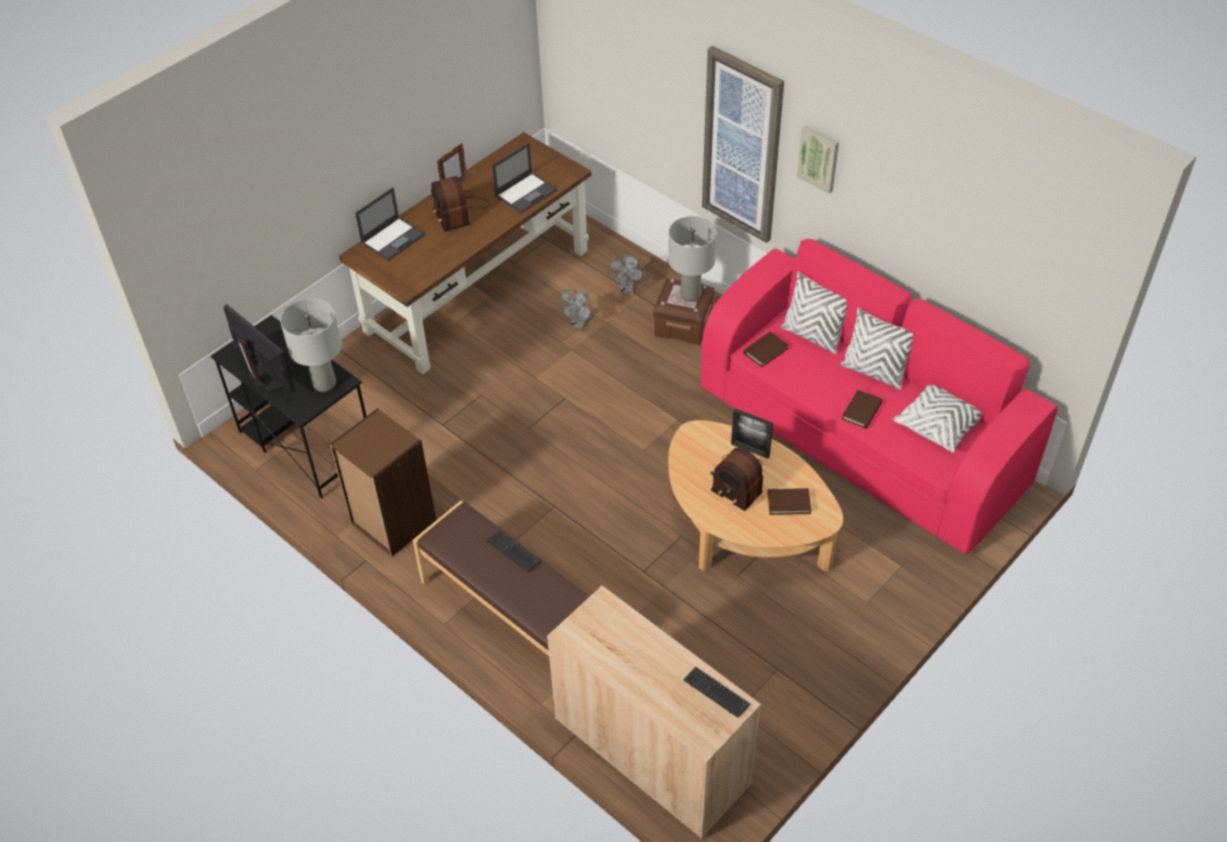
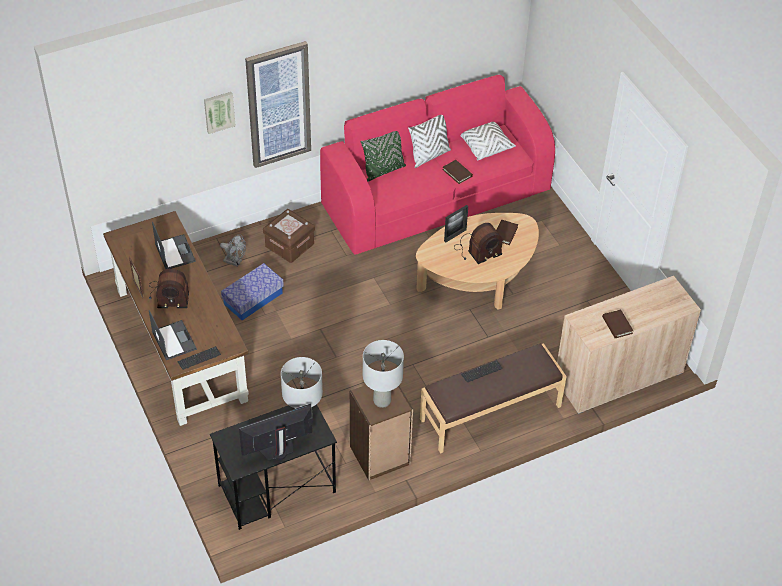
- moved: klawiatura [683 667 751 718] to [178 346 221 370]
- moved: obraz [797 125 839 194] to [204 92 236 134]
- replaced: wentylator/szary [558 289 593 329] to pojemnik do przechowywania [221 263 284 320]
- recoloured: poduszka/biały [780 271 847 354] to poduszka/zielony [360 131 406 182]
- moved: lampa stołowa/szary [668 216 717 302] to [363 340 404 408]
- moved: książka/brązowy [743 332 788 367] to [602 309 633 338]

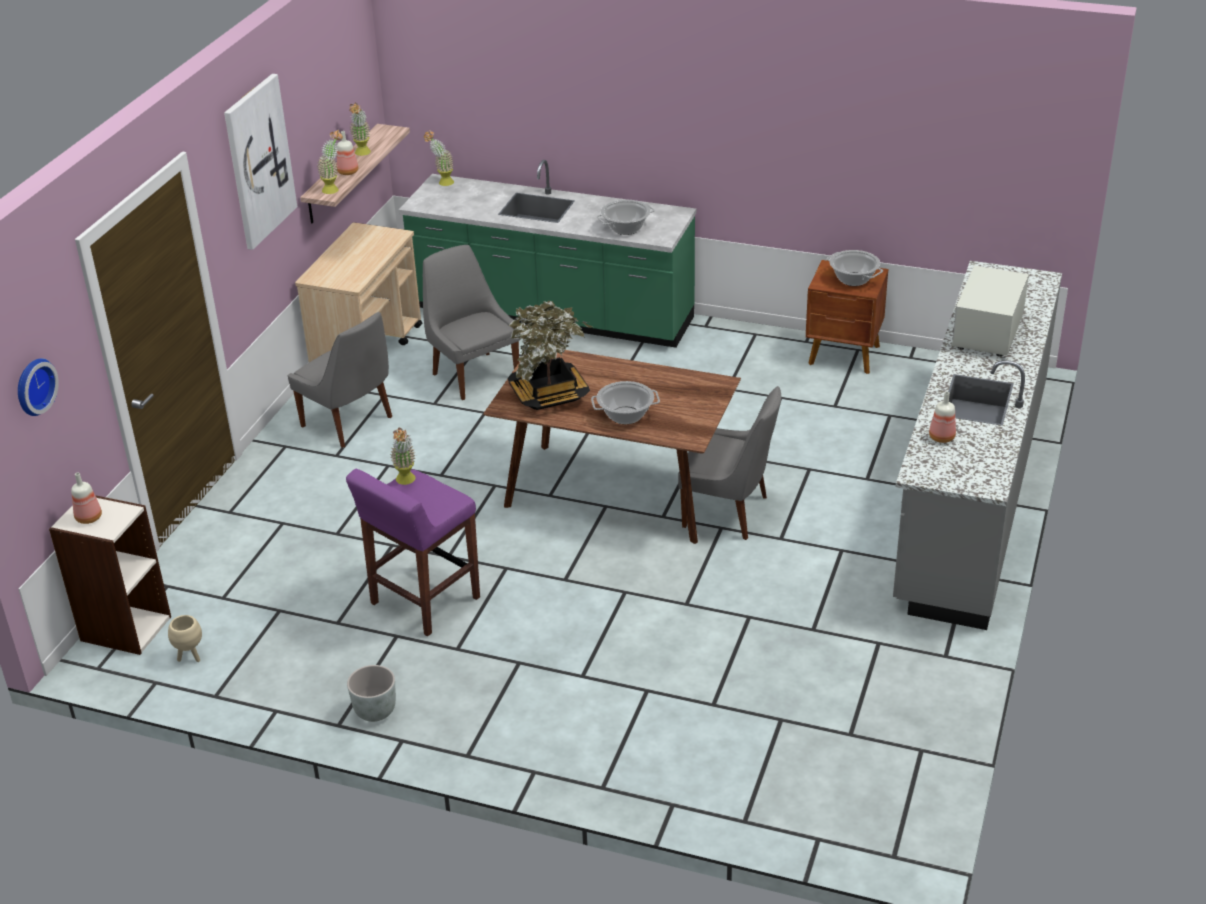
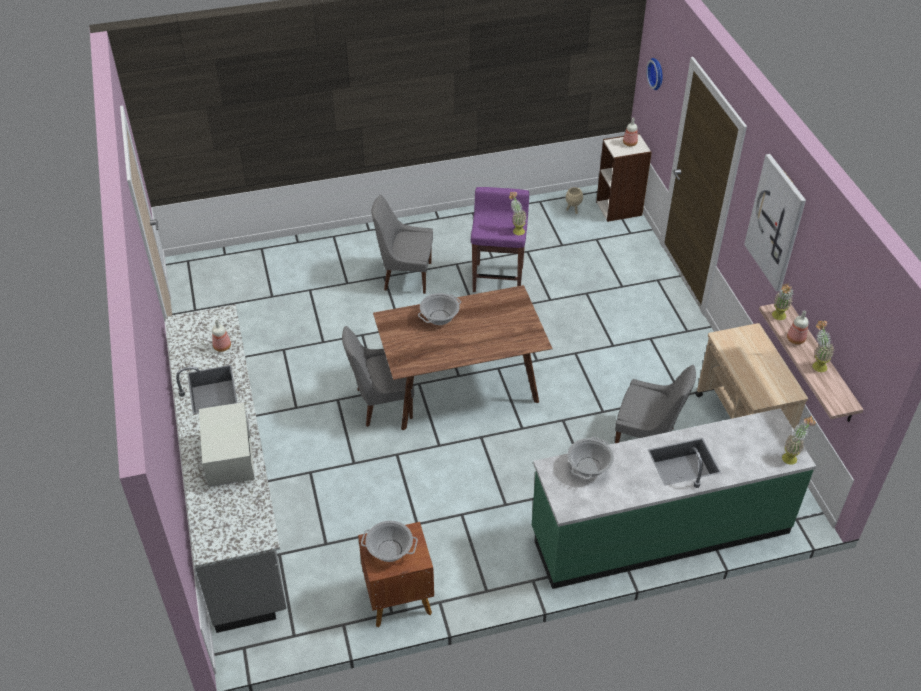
- moved: krzesło/szary [288 312 392 448] to [371 195 433 294]
- removed: donica/szary [347 665 396 722]
- removed: roślina doniczkowa [508 301 592 410]

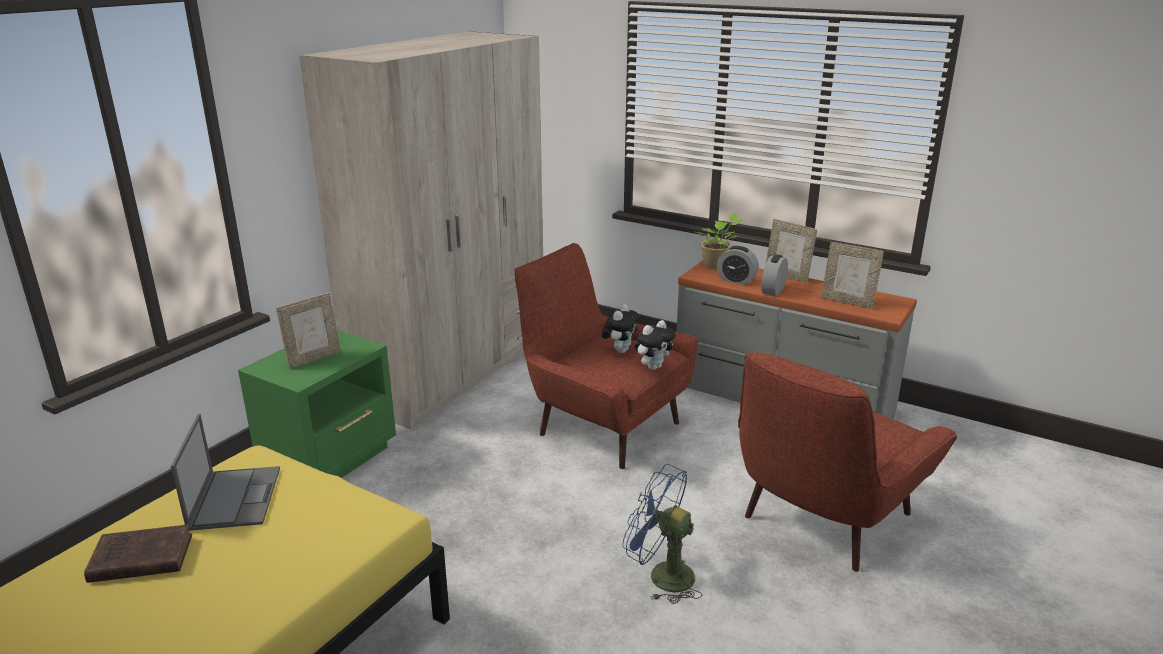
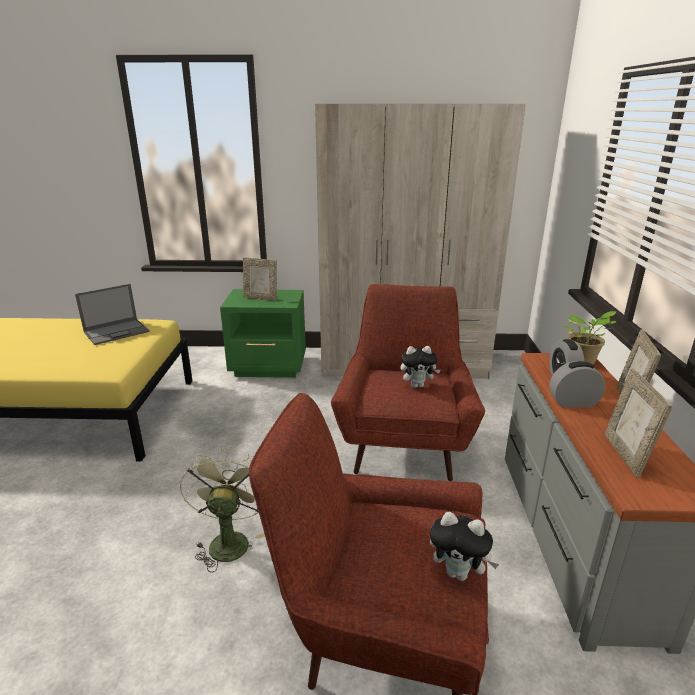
- recoloured: wentylator/niebieski [622 464 702 604] to wentylator/zielony [180 449 265 572]
- moved: pluszak [634 320 676 370] to [430 512 499 581]
- removed: książka/brązowy [84 524 192 583]

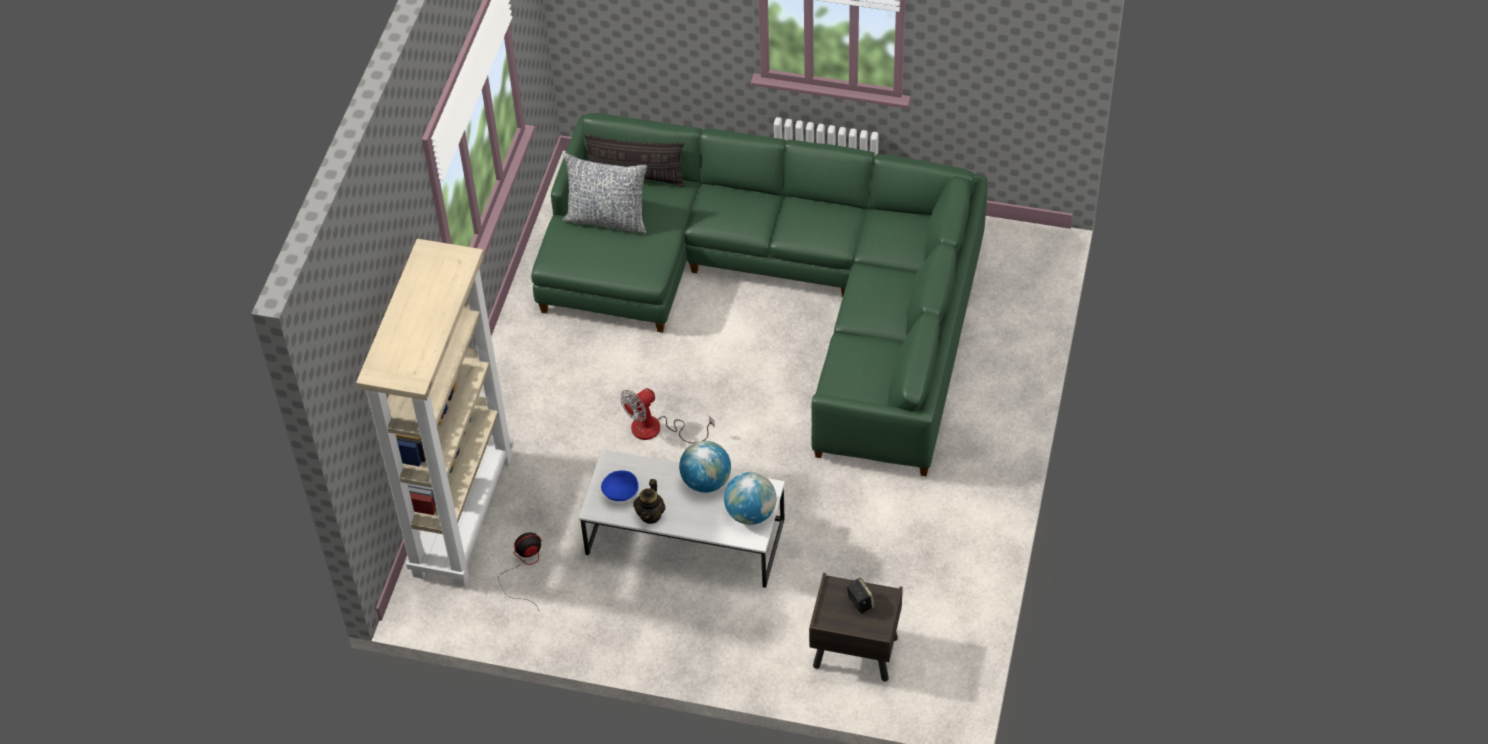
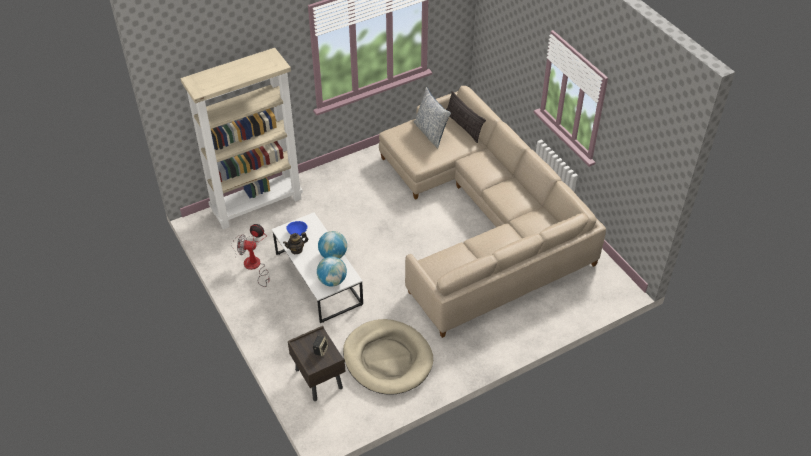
- moved: wentylator [620 388 715 443] to [237 234 270 287]
- added: legowisko/beżowy [343 319 433 395]
- recoloured: kanapa/zielony [531 113 988 476] to kanapa/beżowy [379 86 606 338]

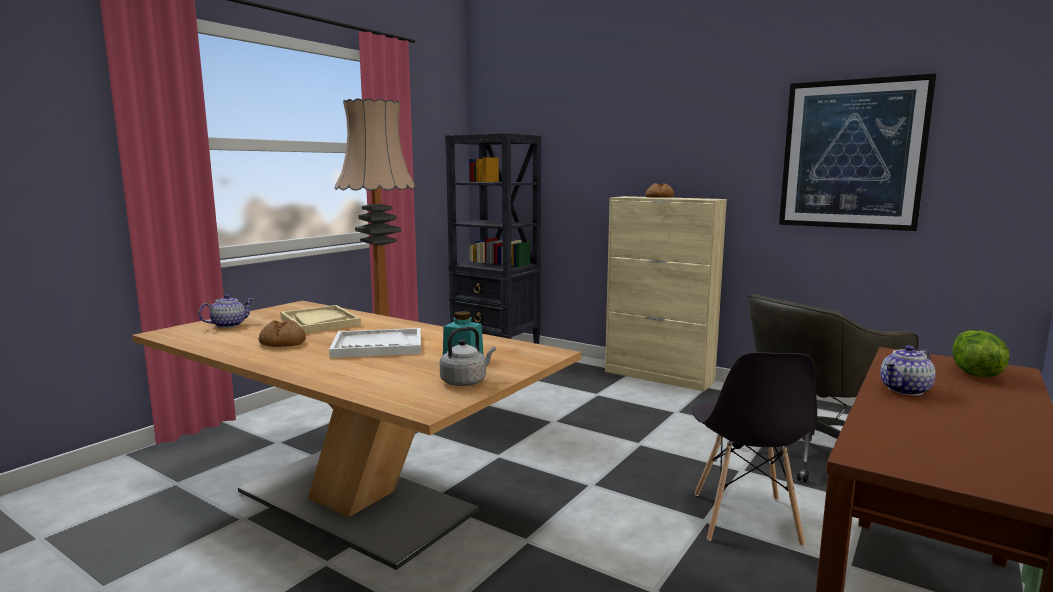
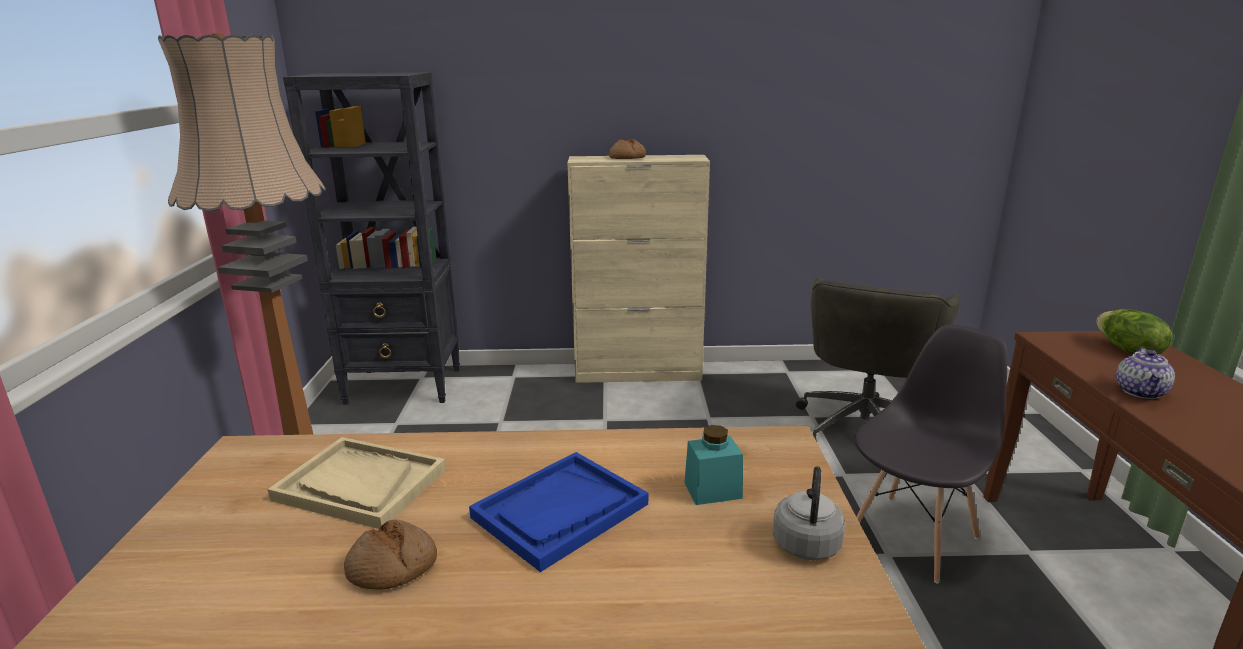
- recoloured: taca/biały [329 328 421 358] to taca/niebieski [469 452 648 572]
- turned: krzesło/szary [692 352 817 546] = [854 324 1007 583] 105 degrees counterclockwise
- removed: imbryk [198 294 254 328]
- removed: obraz [779 73 936 231]

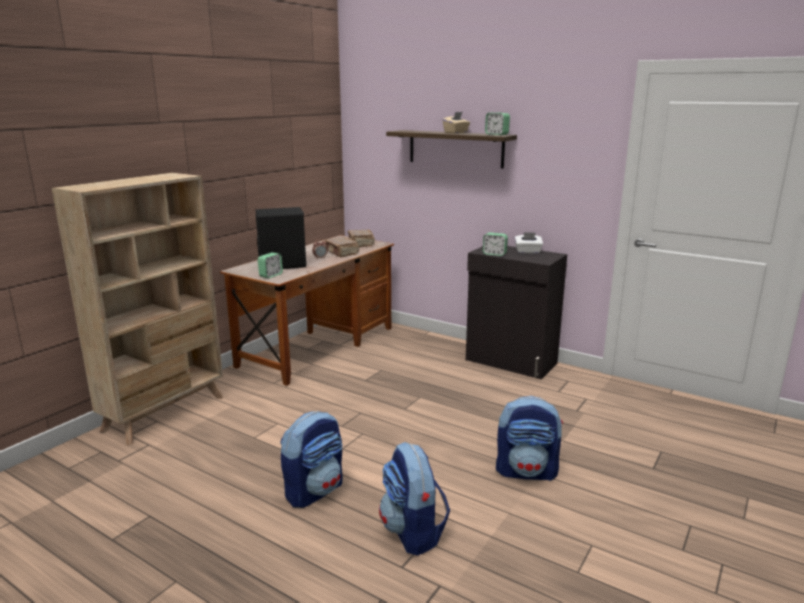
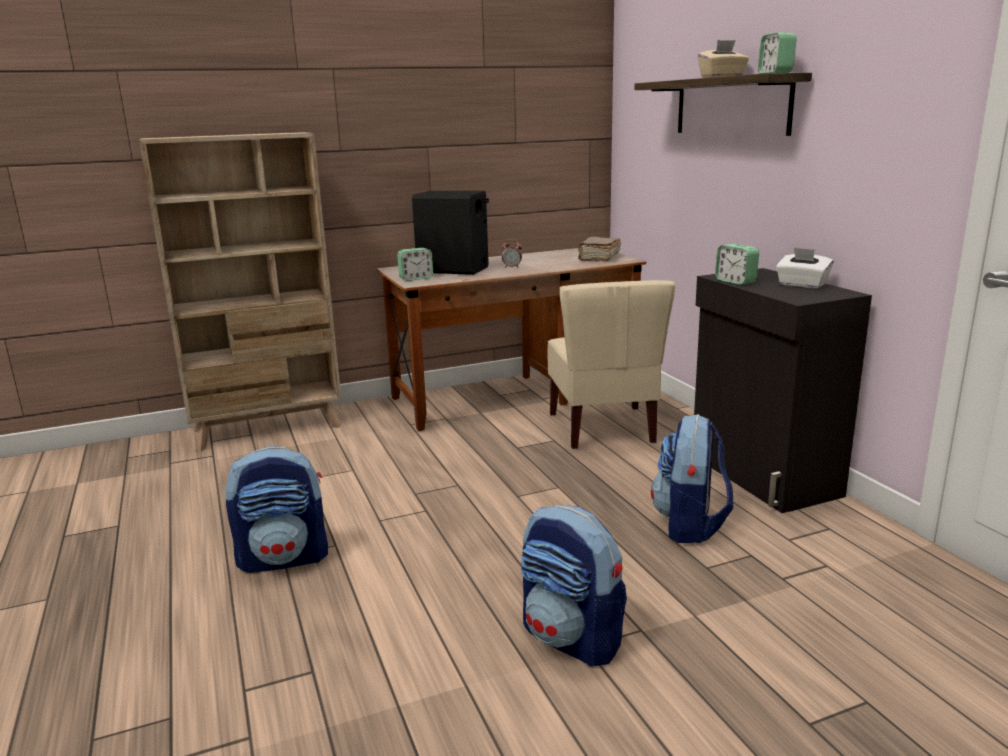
- added: krzesło/beżowy [548 280 676 449]
- moved: plecak [379 442 450 556] to [651 414 733 543]
- removed: książka/brązowy [325 237 360 257]

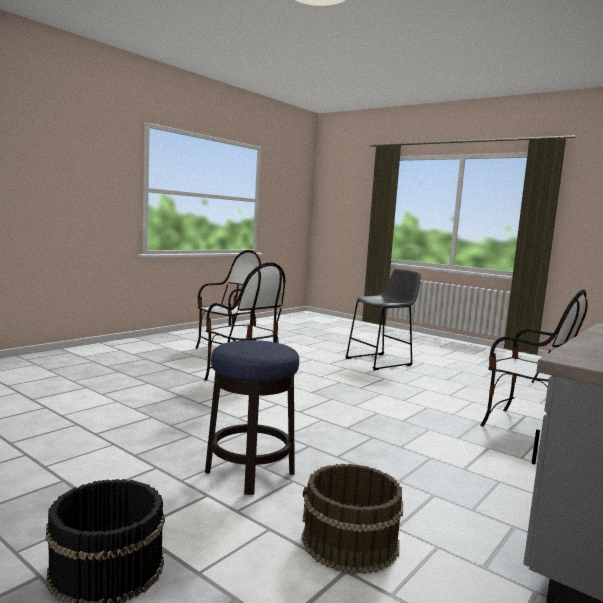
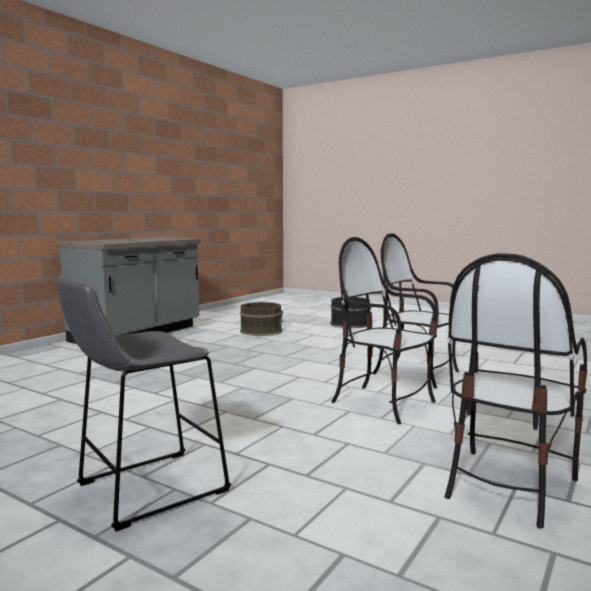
- moved: krzesło [480 289 588 426] to [373 233 459 388]
- removed: stołek [205 340 299 495]

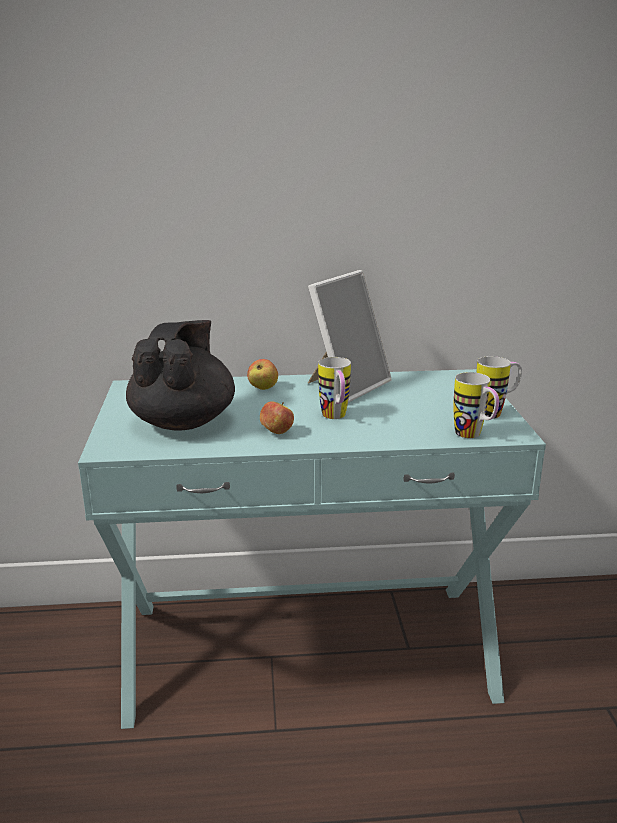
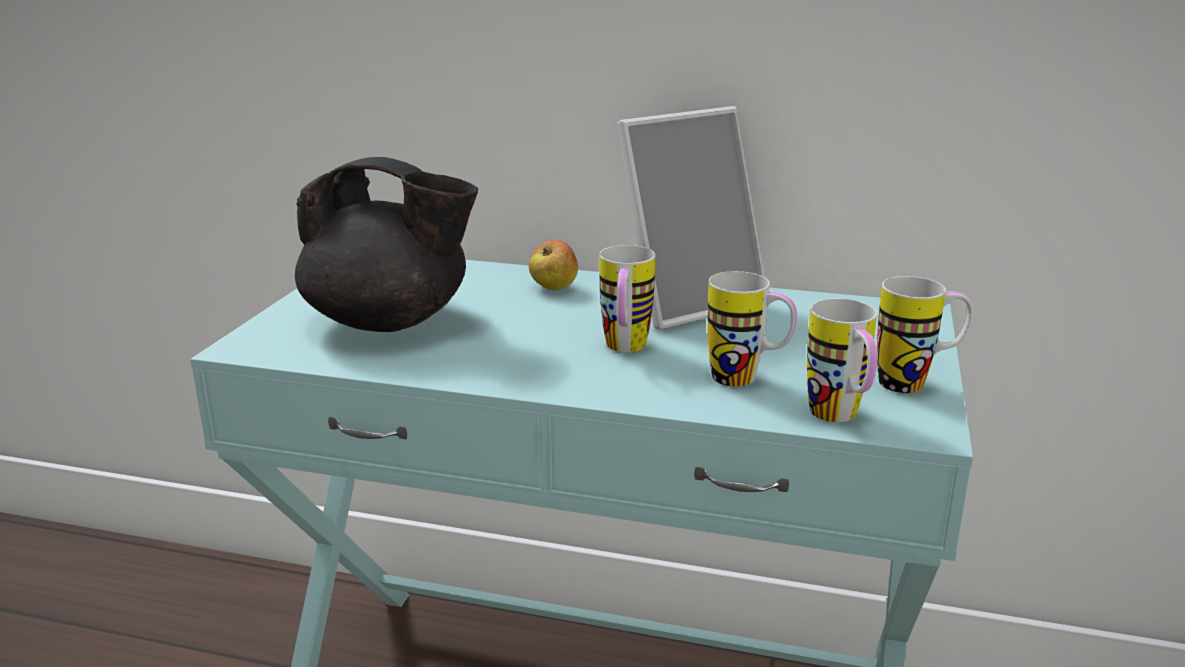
- turned: imbryk/czarny [126 320 235 431] = [295 157 478 332] 75 degrees clockwise
- added: kubek [707 271 797 387]
- removed: jabłko [260 401 294 434]

